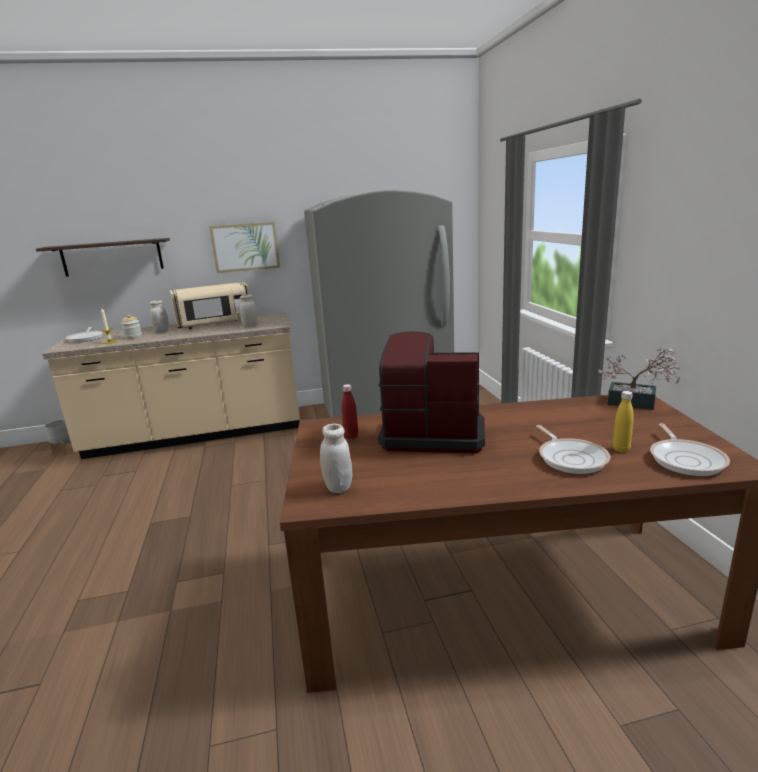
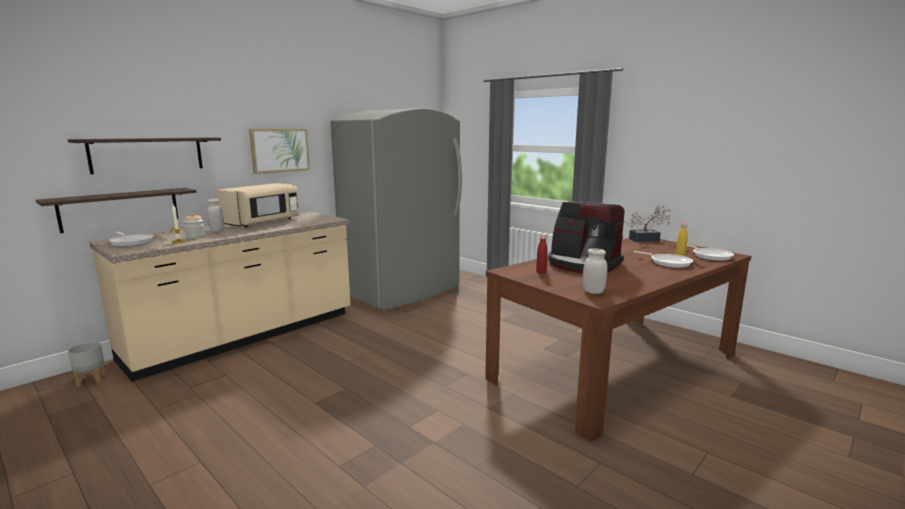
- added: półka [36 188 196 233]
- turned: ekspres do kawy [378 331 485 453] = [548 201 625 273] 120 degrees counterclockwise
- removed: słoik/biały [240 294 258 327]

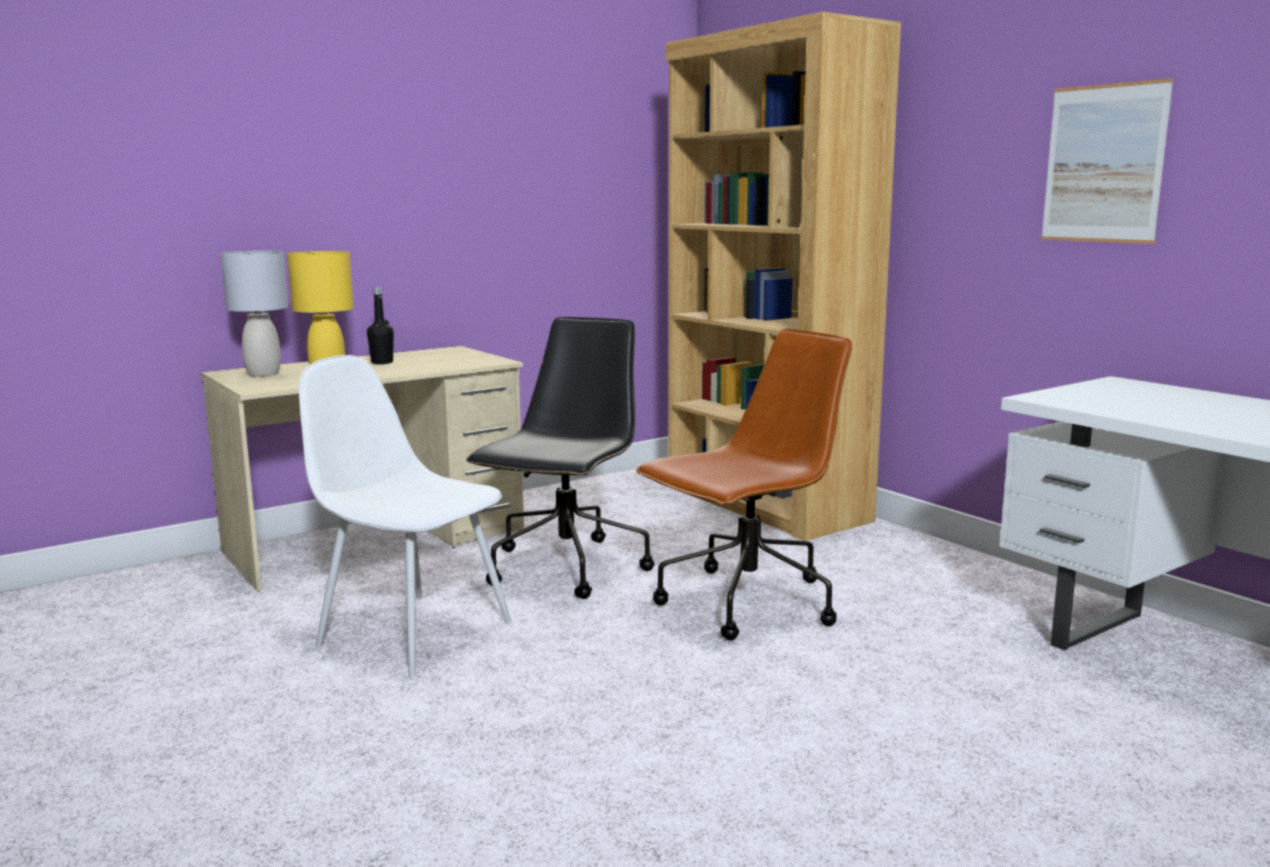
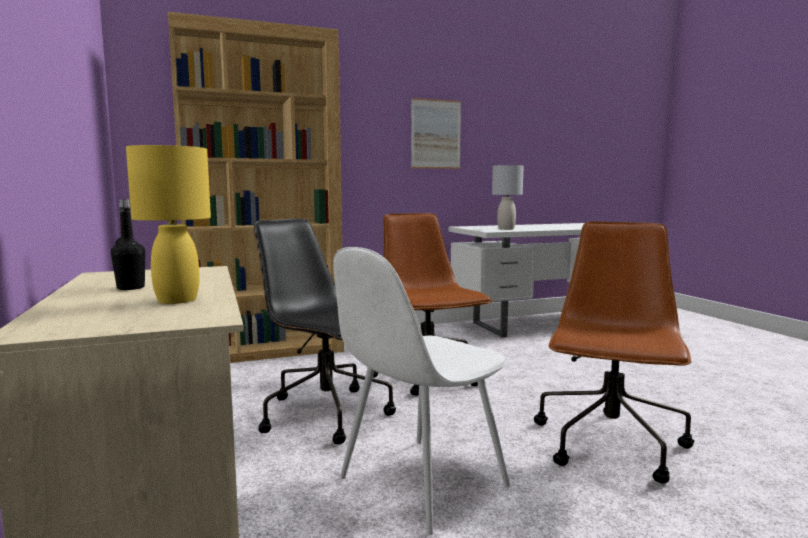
- moved: lampa stołowa/szary [221 251 288 377] to [492 165 524 230]
- added: krzesło biurowe/brązowy [534 221 694 484]

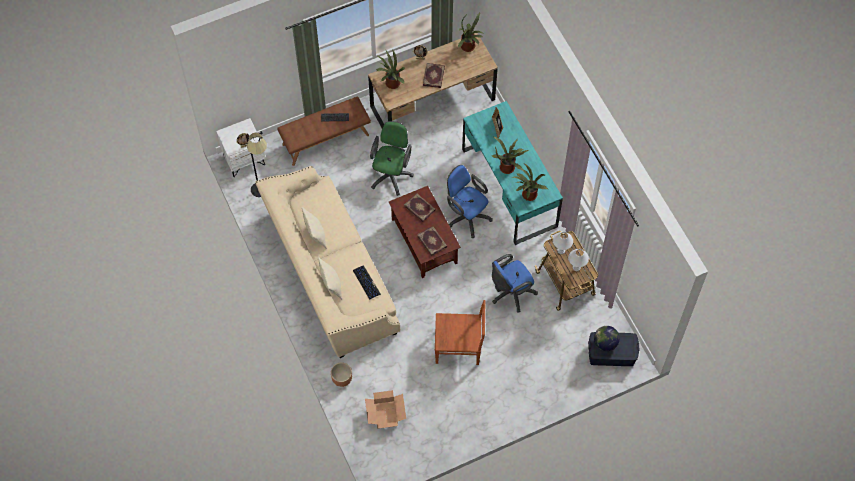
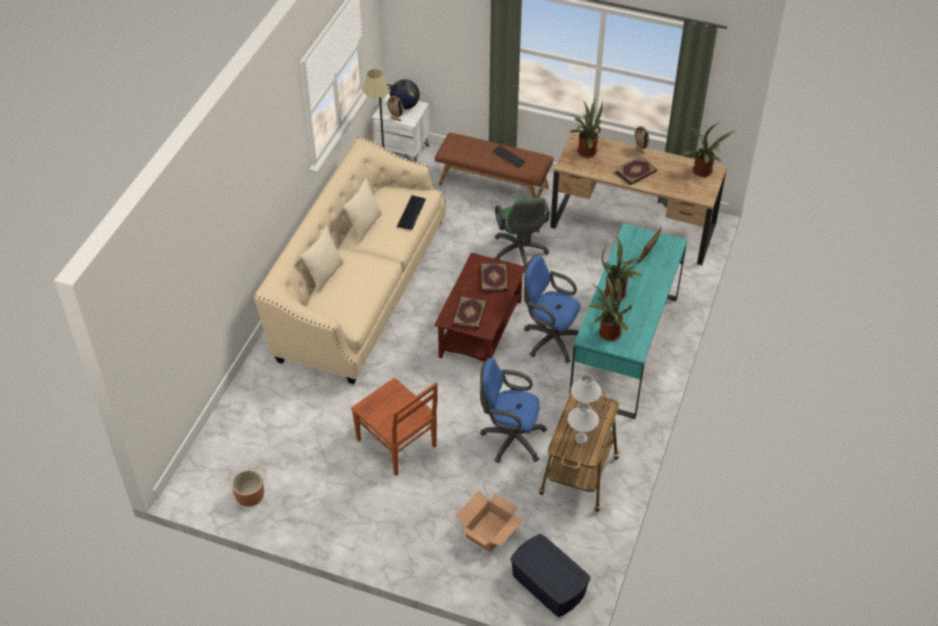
- moved: donica/brązowy [331 362 352 387] to [232 470 264 507]
- moved: globus [594 326 620 351] to [390 79 420 110]
- moved: klawiatura [353 265 381 300] to [397 195 426 230]
- moved: karton [365 390 406 429] to [456 491 524 552]
- turned: krzesło biurowe/zielony [370 121 413 196] = [494 198 550 267] 105 degrees clockwise
- turned: krzesło biurowe/niebieski [447 165 493 238] = [524 255 580 363] 60 degrees counterclockwise

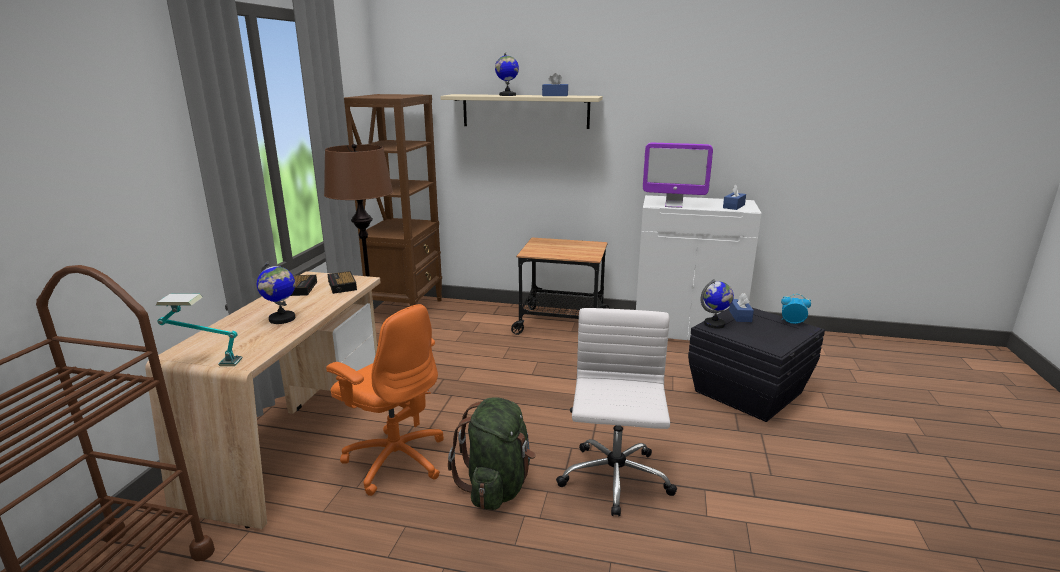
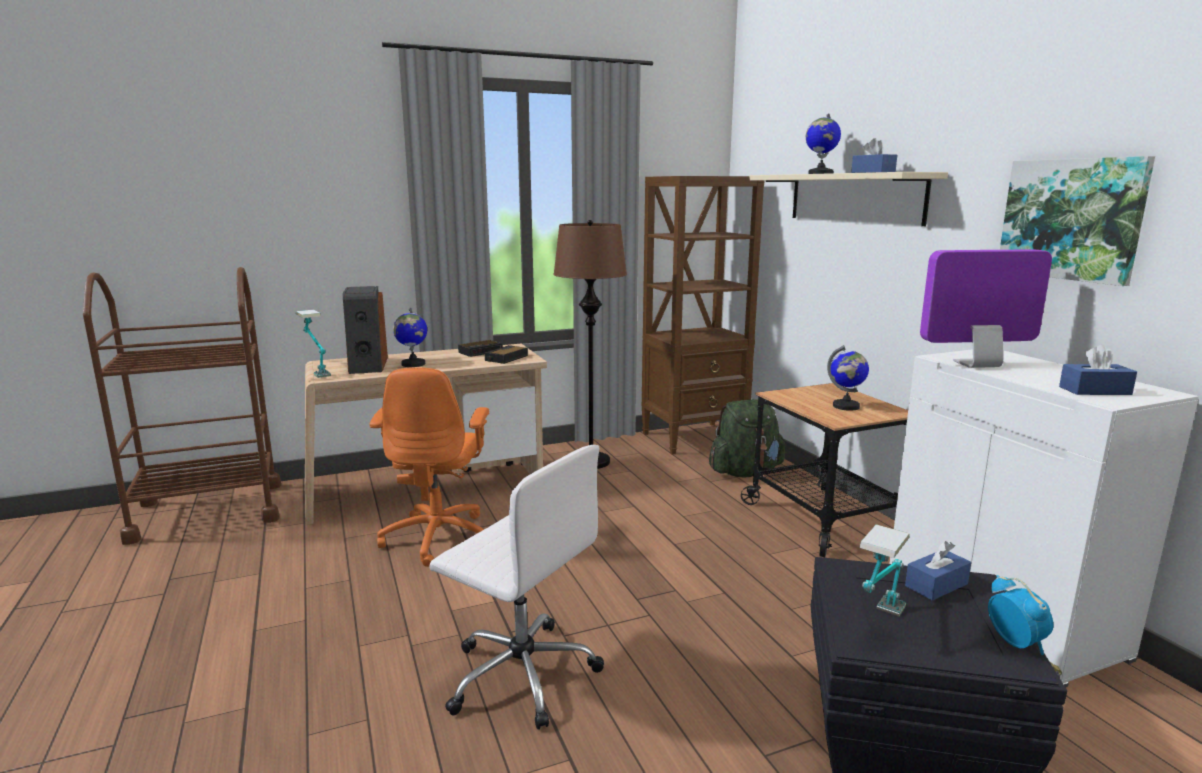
- added: głośnik [343 286 388 374]
- turned: krzesło biurowe/biały [556 308 677 517] = [429 445 604 730] 60 degrees clockwise
- moved: plecak/zielony [448 397 536 510] to [709 399 785 477]
- moved: globus [701 279 734 329] to [827 345 869 411]
- added: lampa stołowa [859 524 910 616]
- turned: monitor [643 143 713 208] = [920 250 1052 368] 105 degrees clockwise
- added: obraz [1000 156 1155 286]

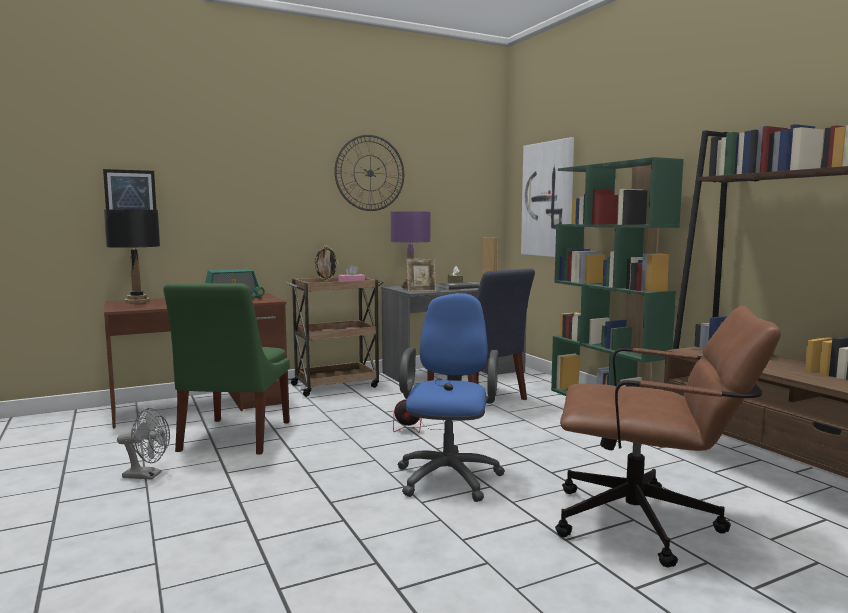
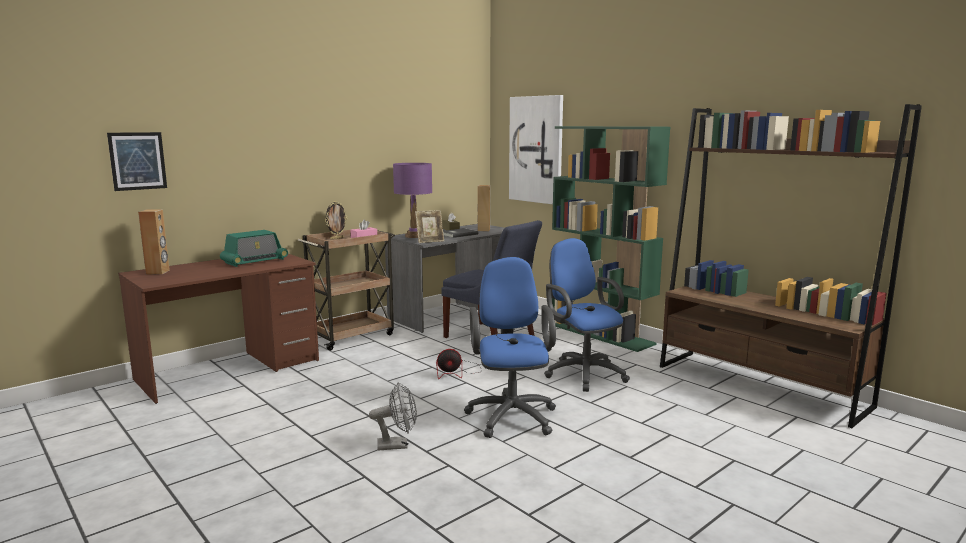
- replaced: lampa stołowa/czarny [104 209 160 304] to głośnik/brązowy [138 209 170 274]
- moved: wentylator/szary [117 408 170 480] to [369 382 417 450]
- added: krzesło biurowe/niebieski [544 238 630 392]
- removed: krzesło/zielony [163 283 290 454]
- removed: zegar ścienny [334 135 404 211]
- removed: krzesło biurowe/brązowy [555 306 781 568]

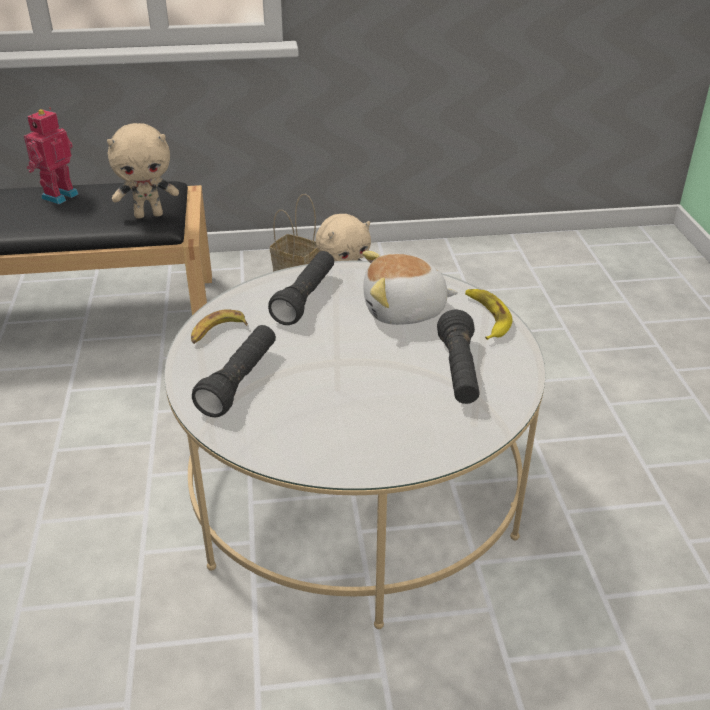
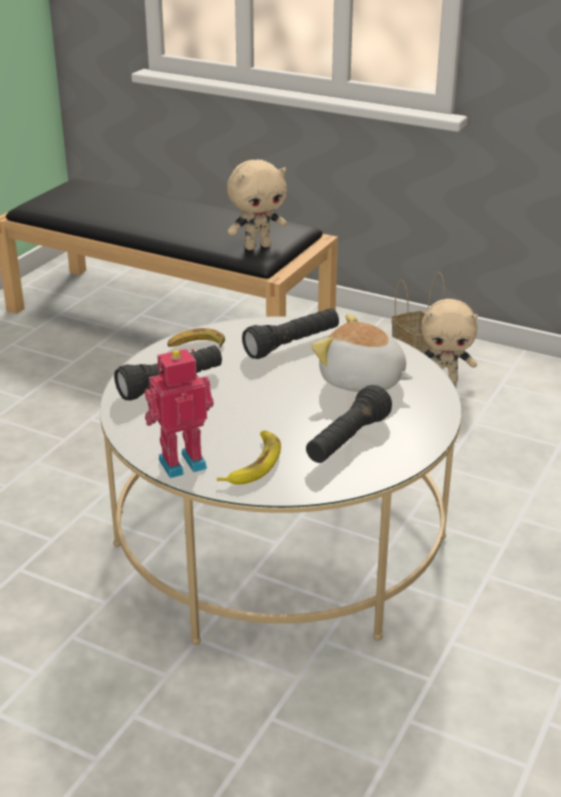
- moved: robot zabawkowy [24 107 79 204] to [145 349 214 478]
- moved: banan [465 289 512 340] to [217 430 281 485]
- turned: pluszak/beżowy [107 123 179 219] = [227 160 287 250] 45 degrees counterclockwise

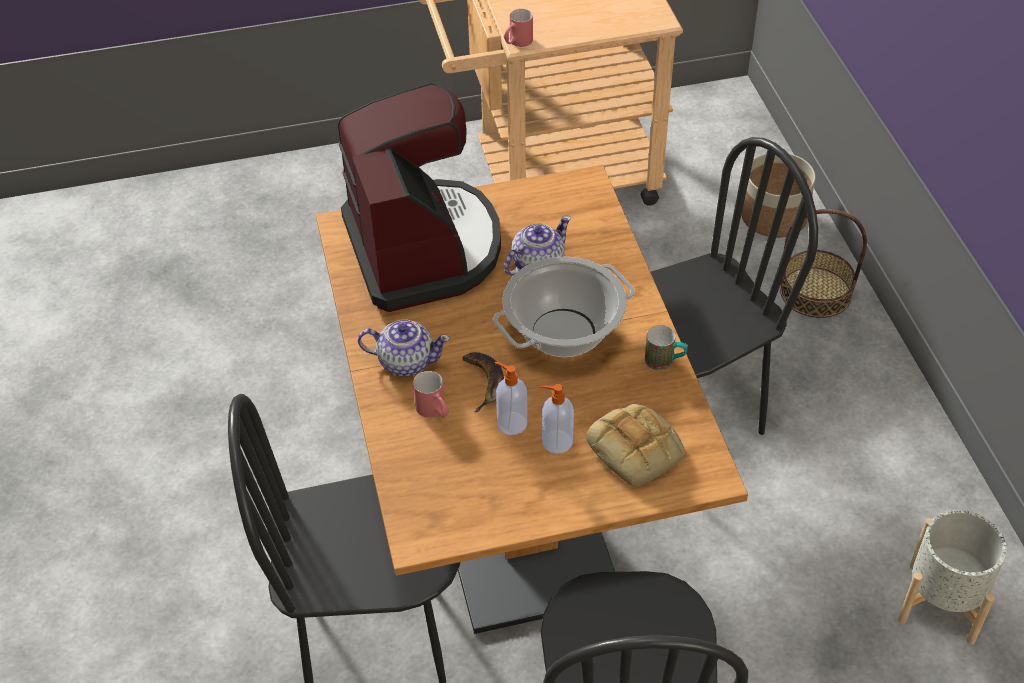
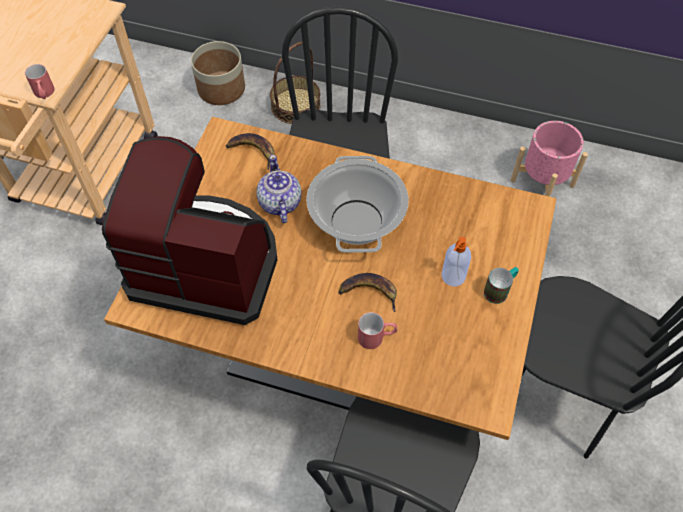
- added: banan [226 133 274 170]
- moved: kubek [645 325 688 371] to [484 267 519 304]
- recoloured: donica/szary [898 510 1007 645] to donica/różowy [511 121 588 197]
- removed: imbryk [358 320 450 376]
- removed: dozownik mydła [495 362 527 435]
- removed: chleb [586 404 685 487]

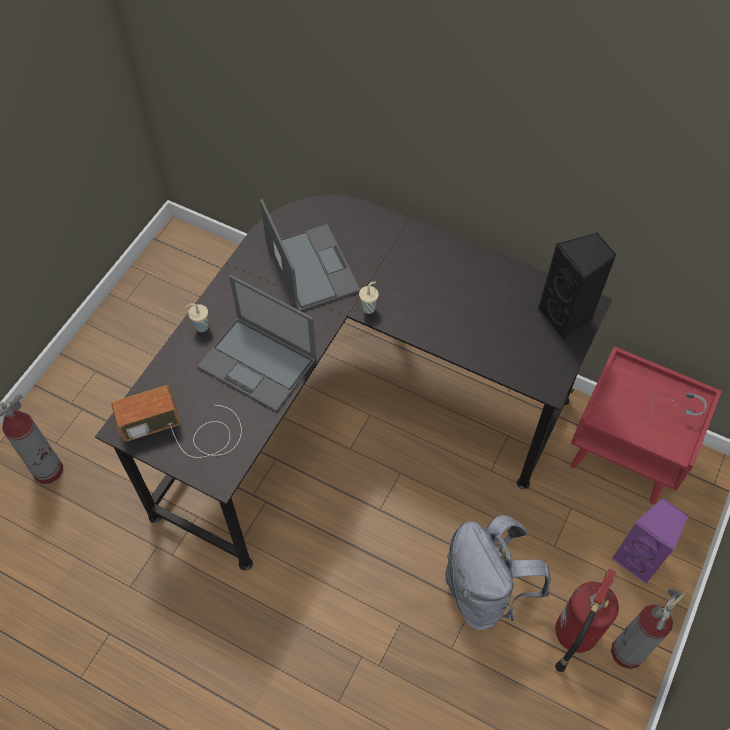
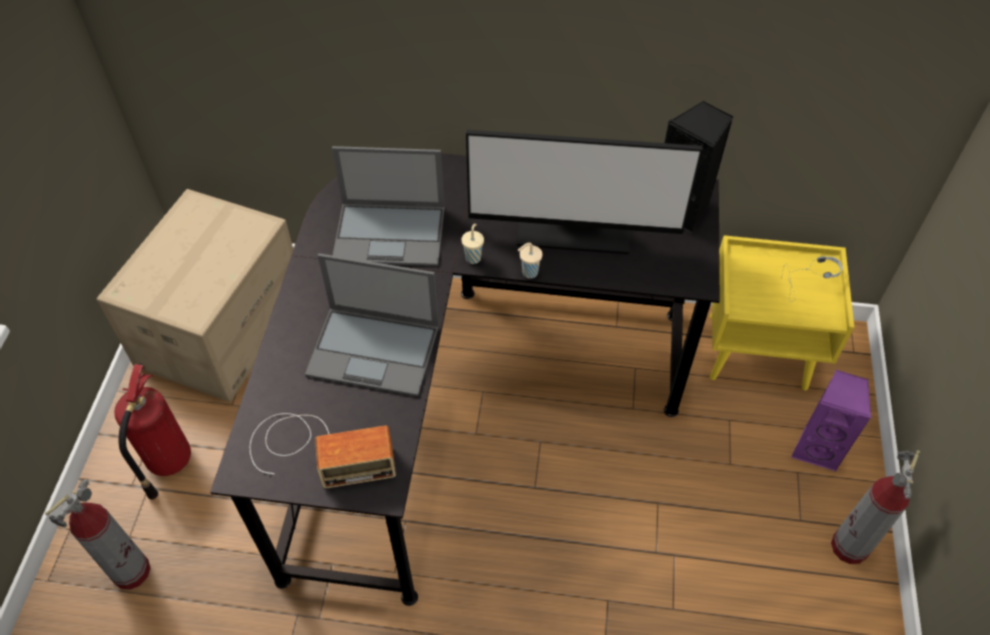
- added: karton [97 189 293 402]
- moved: gaśnica [555 569 619 672] to [114 364 191 500]
- turned: radio [111 385 242 458] = [250 413 396 488] 150 degrees counterclockwise
- turned: laptop [260 199 360 311] = [332 146 445 266] 135 degrees clockwise
- added: monitor [466 130 703 255]
- moved: filiżanka/beżowy [185 303 209 332] to [518 243 543 279]
- recoloured: szafka nocna/czerwony [570 346 722 504] to szafka nocna/żółty [710 235 854 390]
- removed: plecak/szary [444 515 551 630]

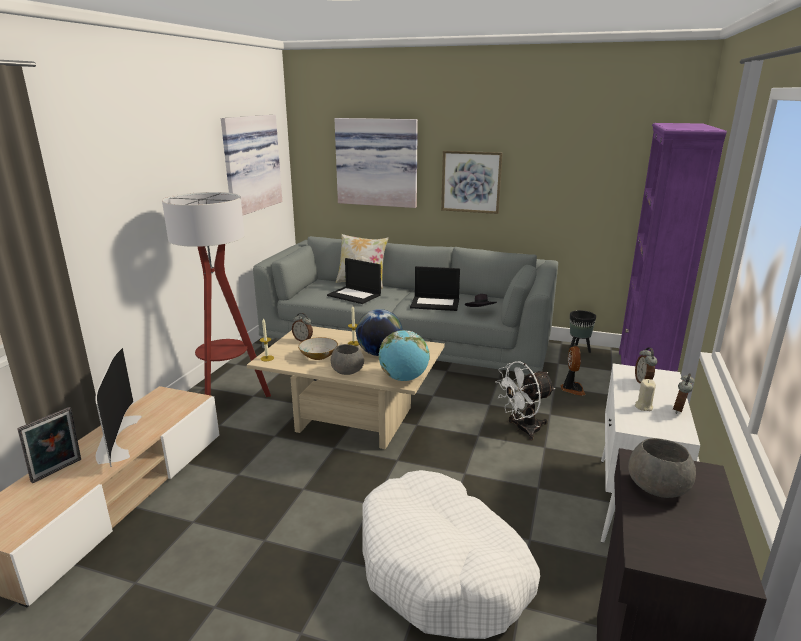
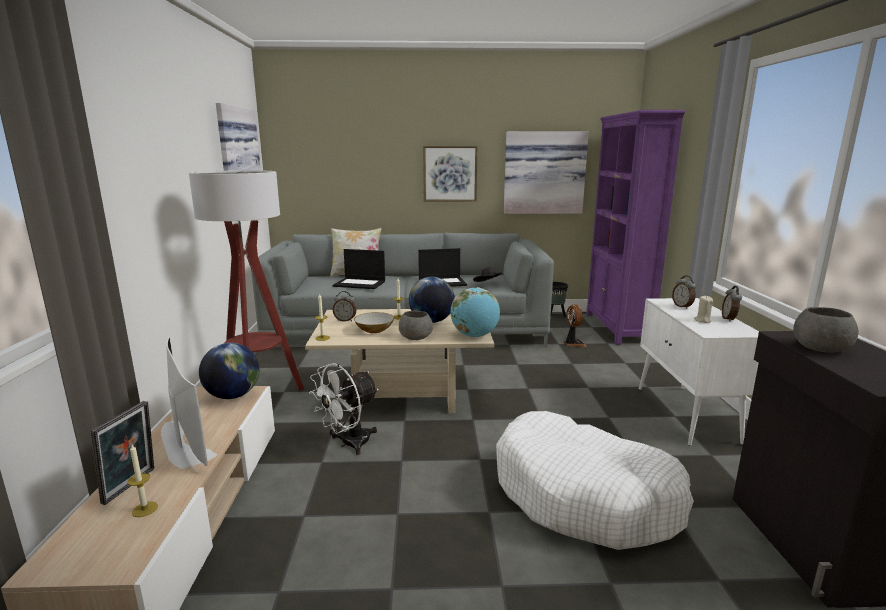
- added: świeca [127 444 158 517]
- added: globus [199 343 259 399]
- moved: wentylator/biały [495 361 555 440] to [309 363 379 455]
- moved: obraz [334 118 418 208] to [504 131 589 214]

